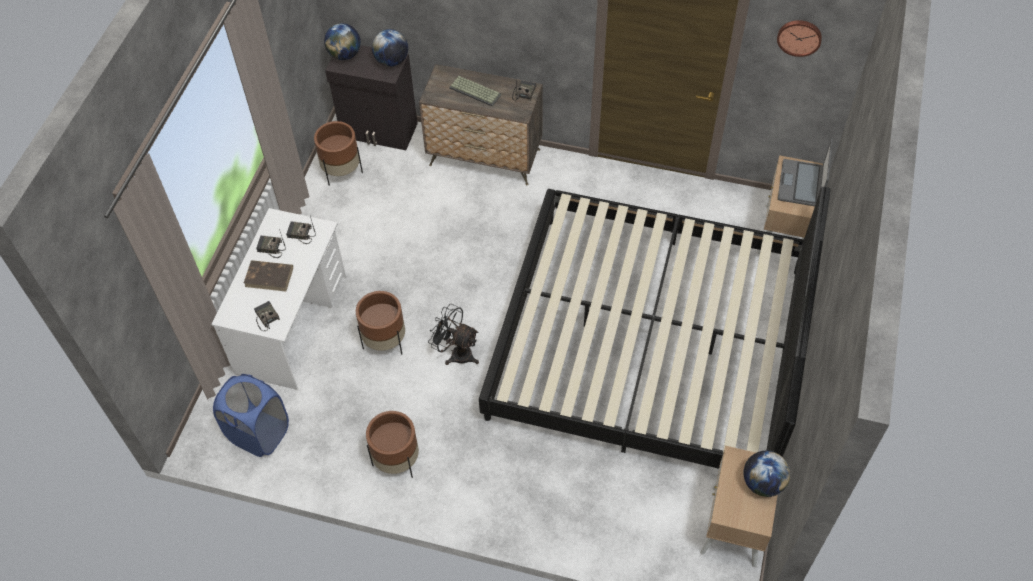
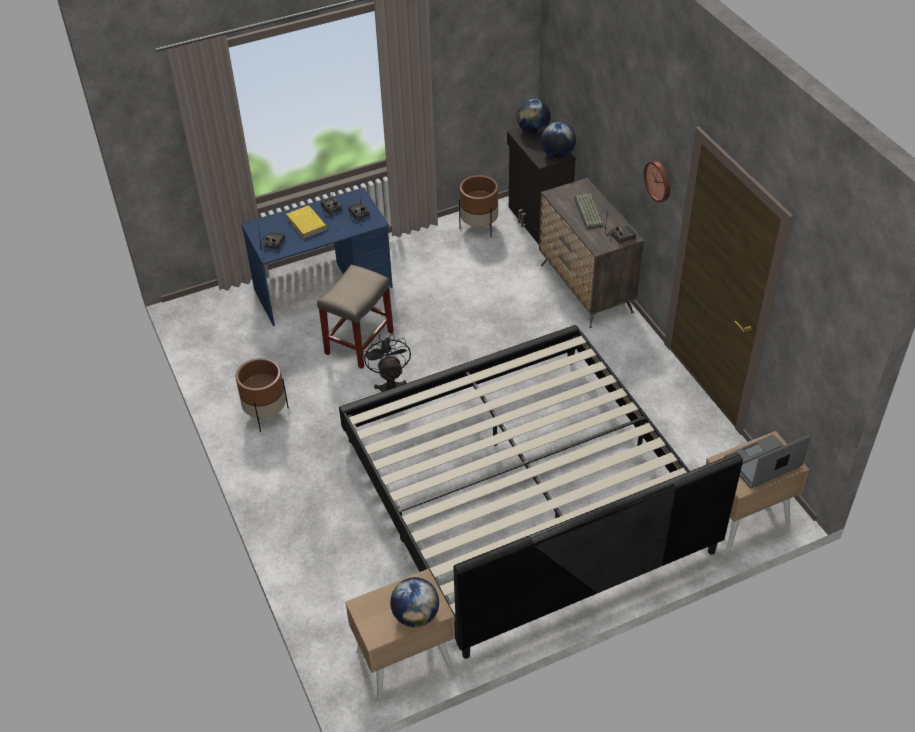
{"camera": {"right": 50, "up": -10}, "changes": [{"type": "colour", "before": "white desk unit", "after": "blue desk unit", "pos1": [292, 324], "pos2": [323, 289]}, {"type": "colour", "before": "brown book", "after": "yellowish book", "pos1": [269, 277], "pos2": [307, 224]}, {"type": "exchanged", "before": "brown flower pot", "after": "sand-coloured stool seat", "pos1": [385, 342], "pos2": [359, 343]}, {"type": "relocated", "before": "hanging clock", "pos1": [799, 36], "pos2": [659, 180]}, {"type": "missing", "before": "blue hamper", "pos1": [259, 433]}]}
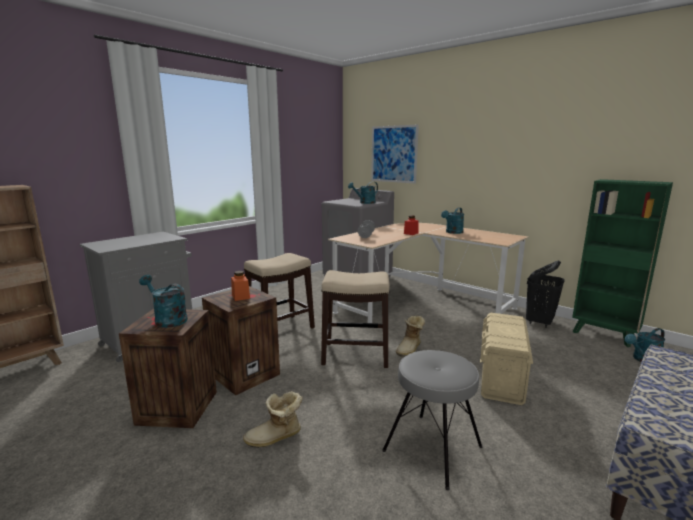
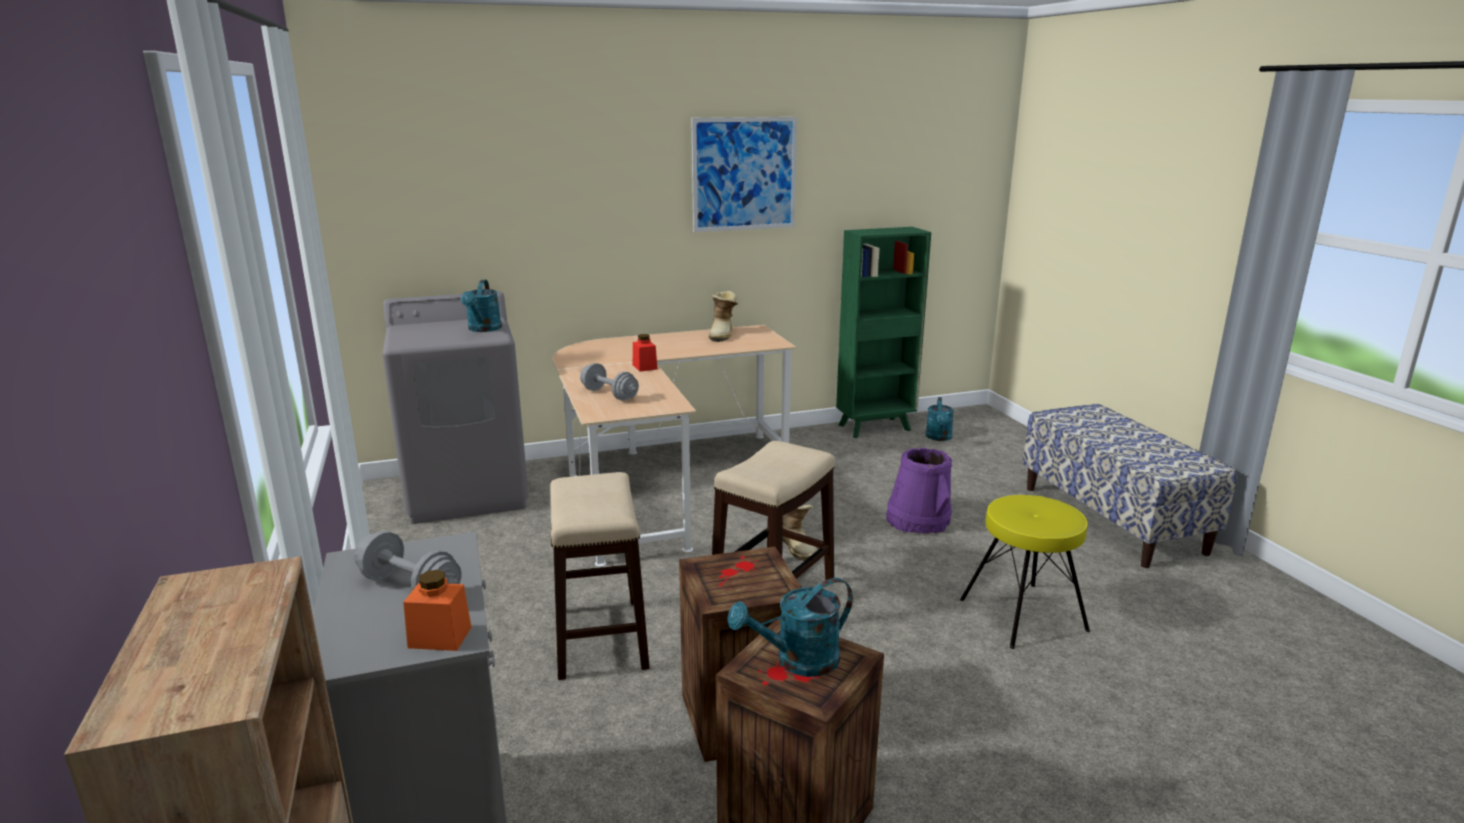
{"camera": {"right": -60, "up": 5}, "changes": [{"type": "appeared", "after": "grey free weight", "pos2": [410, 587]}, {"type": "relocated", "before": "orange jar", "pos1": [240, 296], "pos2": [440, 637]}, {"type": "relocated", "before": "picture", "pos1": [393, 154], "pos2": [744, 174]}, {"type": "relocated", "before": "boot", "pos1": [275, 438], "pos2": [723, 335]}, {"type": "exchanged", "before": "sand-coloured storage bin", "after": "purple-coloured water bucket", "pos1": [501, 378], "pos2": [918, 520]}, {"type": "colour", "before": "grey stool seat", "after": "yellowish stool seat", "pos1": [432, 449], "pos2": [1024, 615]}, {"type": "missing", "before": "turquoise-coloured sprinkling can", "pos1": [452, 232]}, {"type": "missing", "before": "black hamper", "pos1": [539, 322]}]}
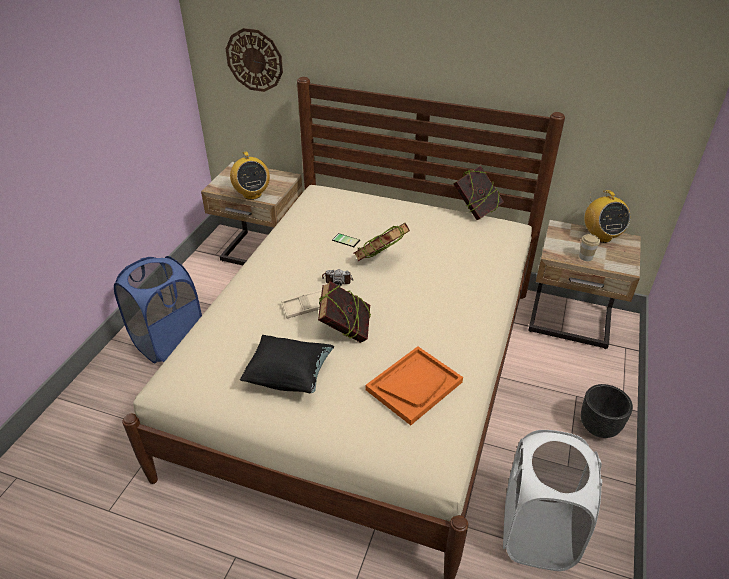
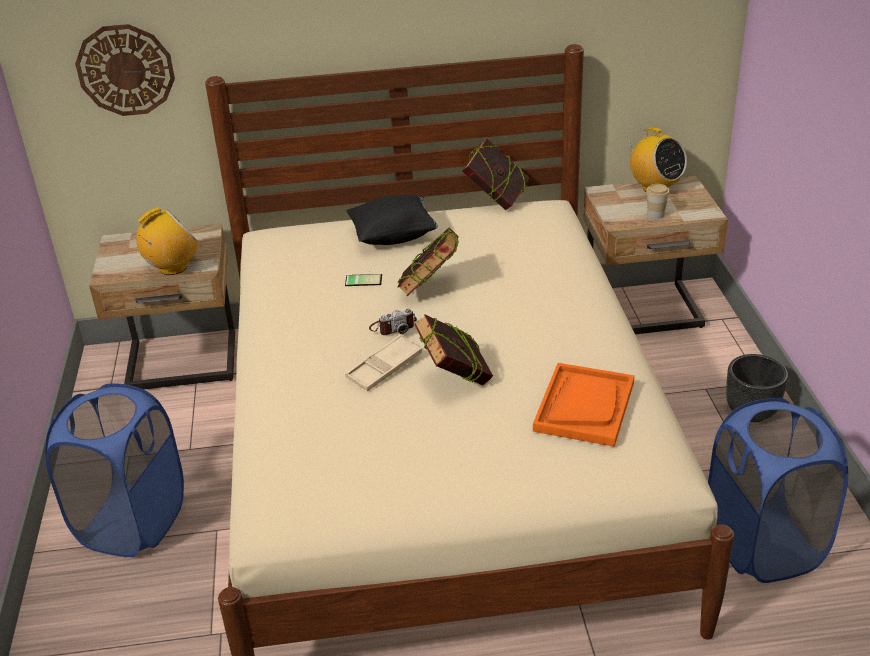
{"camera": {"right": -25, "up": -5}, "changes": [{"type": "spun", "before": "radio", "pos1": [252, 194], "pos2": [173, 267], "turn": -75}, {"type": "relocated", "before": "black pillow", "pos1": [289, 376], "pos2": [394, 237]}, {"type": "colour", "before": "white hamper", "after": "blue hamper", "pos1": [537, 533], "pos2": [763, 545]}]}
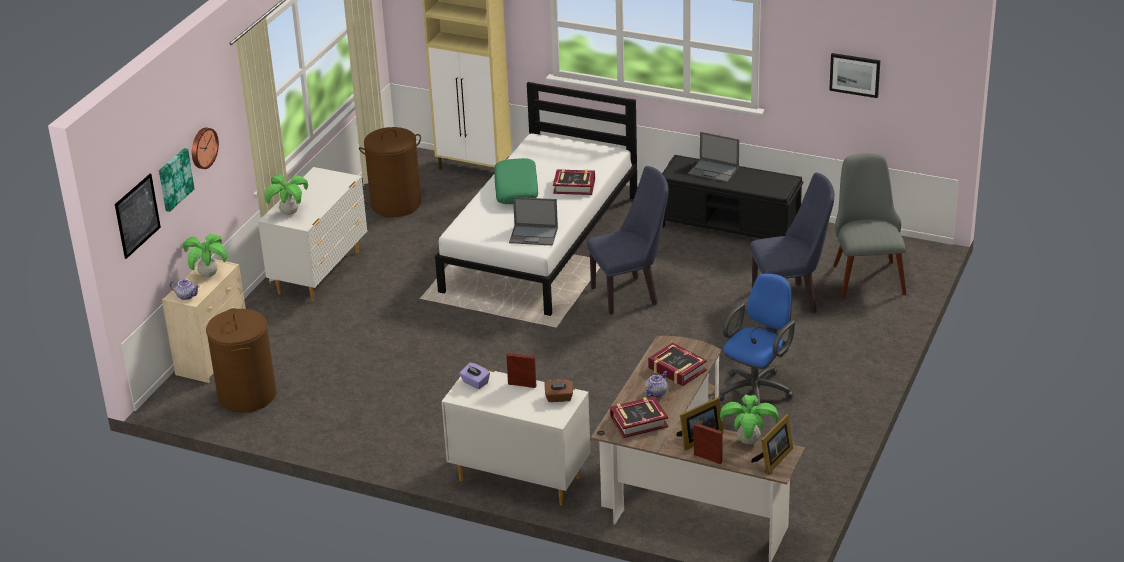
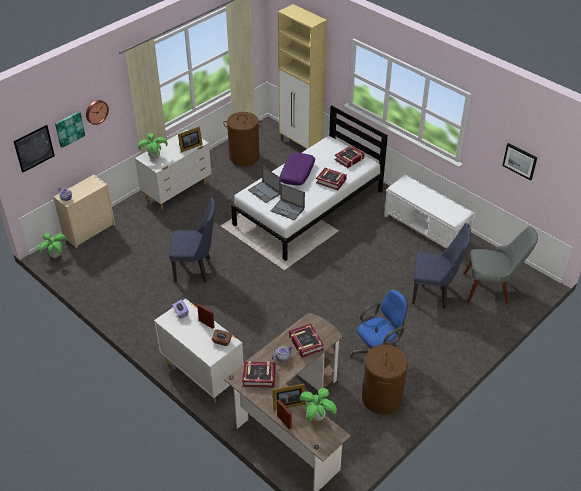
{"camera": {"right": 20, "up": 10}, "changes": [{"type": "relocated", "before": "plant in a pot", "pos1": [208, 275], "pos2": [55, 256]}, {"type": "relocated", "before": "blue plain chair", "pos1": [630, 294], "pos2": [196, 270]}, {"type": "relocated", "before": "picture frame", "pos1": [773, 460], "pos2": [189, 147]}, {"type": "relocated", "before": "notebook computer", "pos1": [714, 171], "pos2": [264, 192]}, {"type": "colour", "before": "greenish pillow", "after": "purple-coloured pillow", "pos1": [517, 189], "pos2": [297, 173]}, {"type": "appeared", "after": "book", "pos2": [349, 159]}, {"type": "relocated", "before": "brown hamper", "pos1": [247, 395], "pos2": [381, 398]}, {"type": "colour", "before": "black long seat", "after": "white long seat", "pos1": [730, 227], "pos2": [426, 229]}, {"type": "spun", "before": "grey plain chair", "pos1": [866, 273], "pos2": [492, 288], "turn": 75}]}
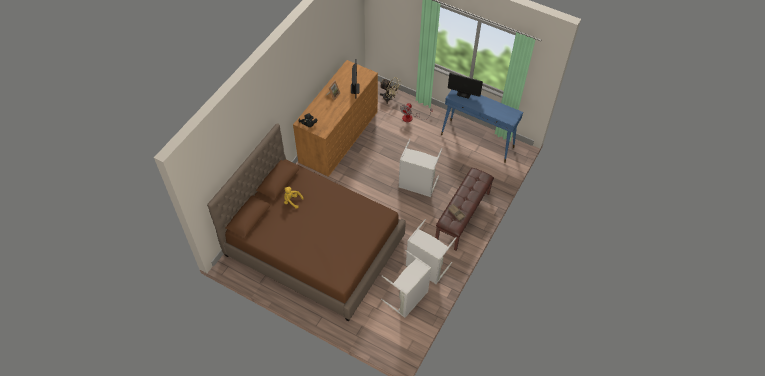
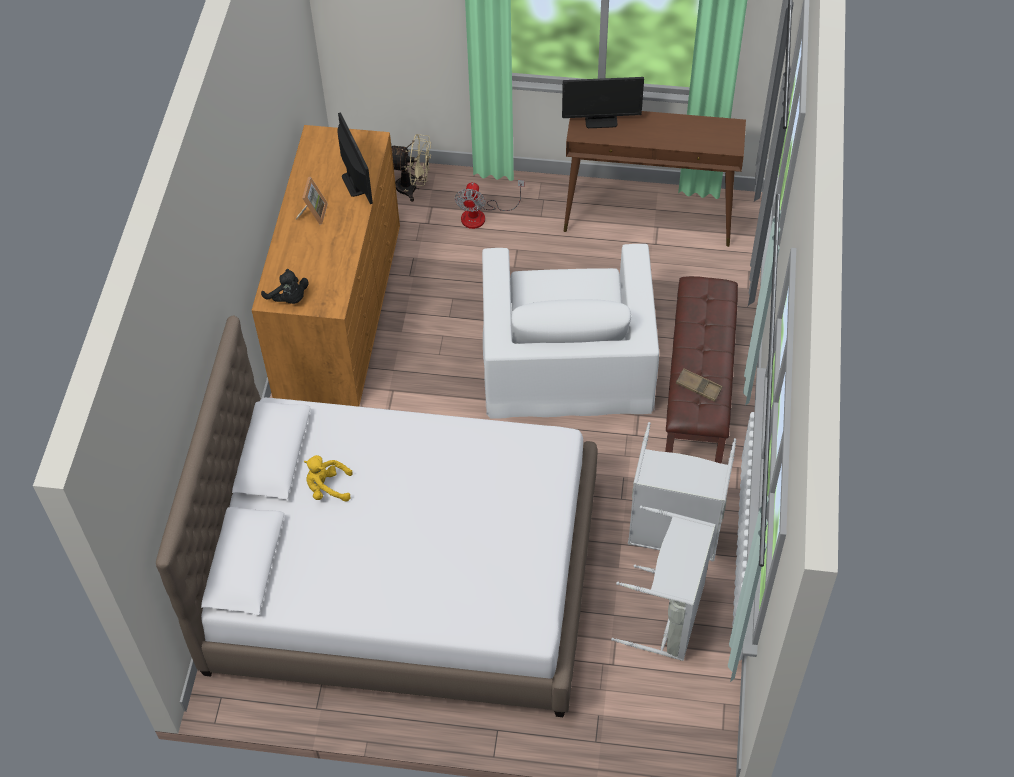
{"camera": {"right": -20, "up": 0}, "changes": [{"type": "colour", "before": "brown bedroom bed", "after": "white bedroom bed", "pos1": [315, 246], "pos2": [404, 575]}, {"type": "exchanged", "before": "grey hamper", "after": "white armchair", "pos1": [417, 185], "pos2": [566, 358]}, {"type": "colour", "before": "blue narrow table", "after": "brown narrow table", "pos1": [477, 141], "pos2": [649, 219]}]}
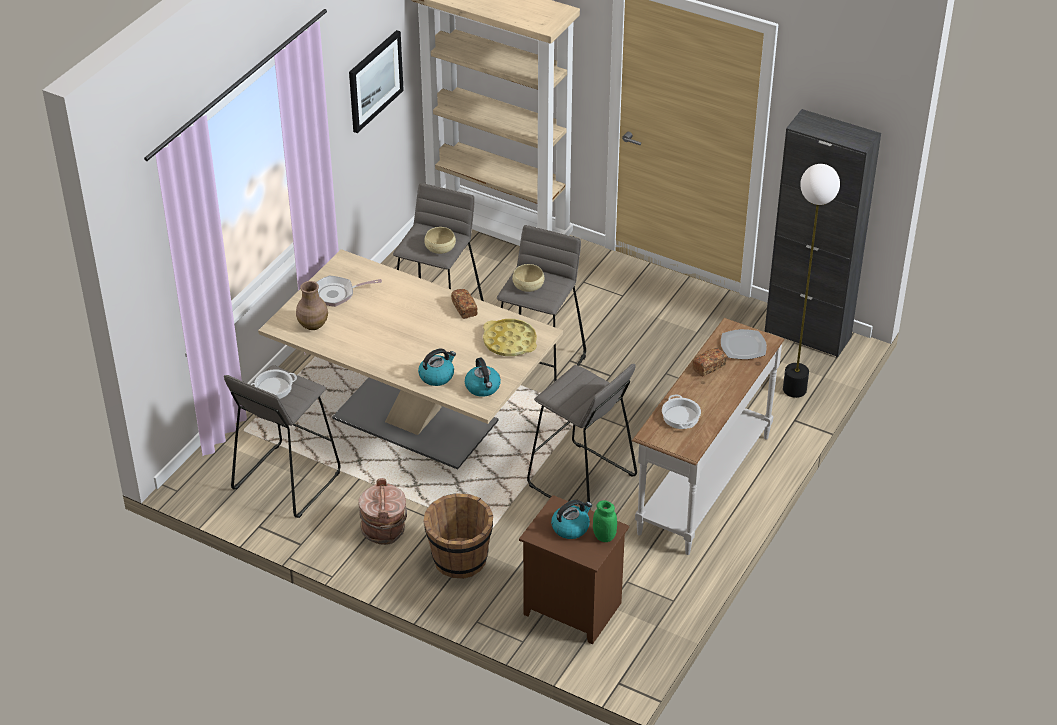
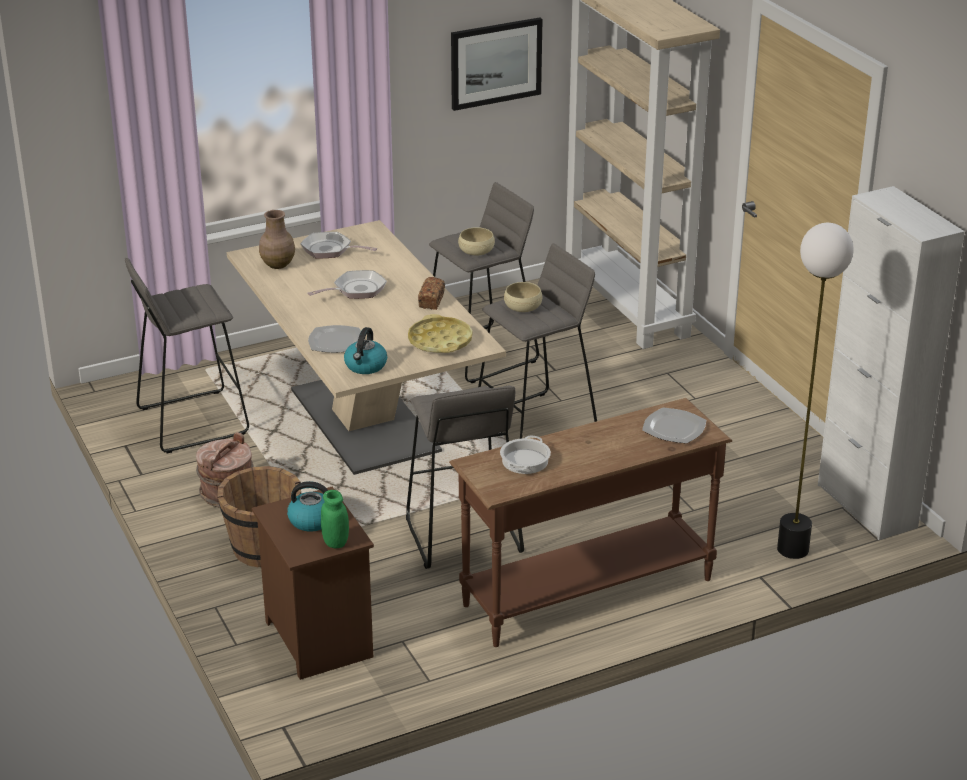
{"camera": {"right": 35, "up": -10}, "changes": [{"type": "appeared", "after": "pan", "pos2": [356, 290]}, {"type": "exchanged", "before": "water kettle", "after": "flat dish", "pos1": [437, 376], "pos2": [335, 341]}, {"type": "colour", "before": "white narrow table", "after": "brown narrow table", "pos1": [702, 484], "pos2": [586, 590]}, {"type": "colour", "before": "black cupboard", "after": "white cupboard", "pos1": [807, 334], "pos2": [866, 506]}, {"type": "missing", "before": "cooking pot", "pos1": [274, 387]}, {"type": "missing", "before": "bread", "pos1": [709, 367]}]}
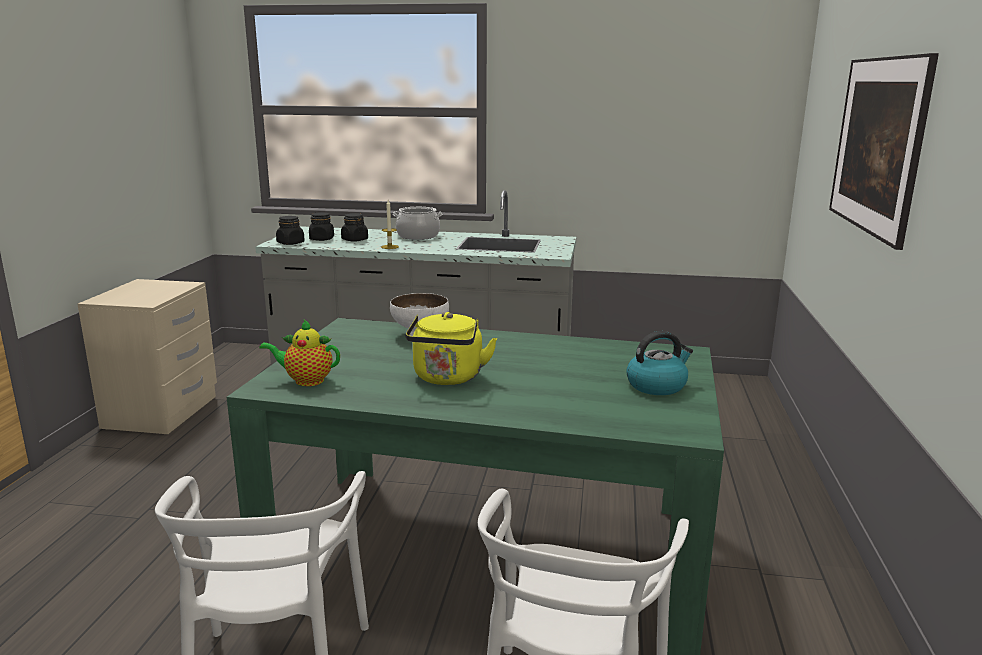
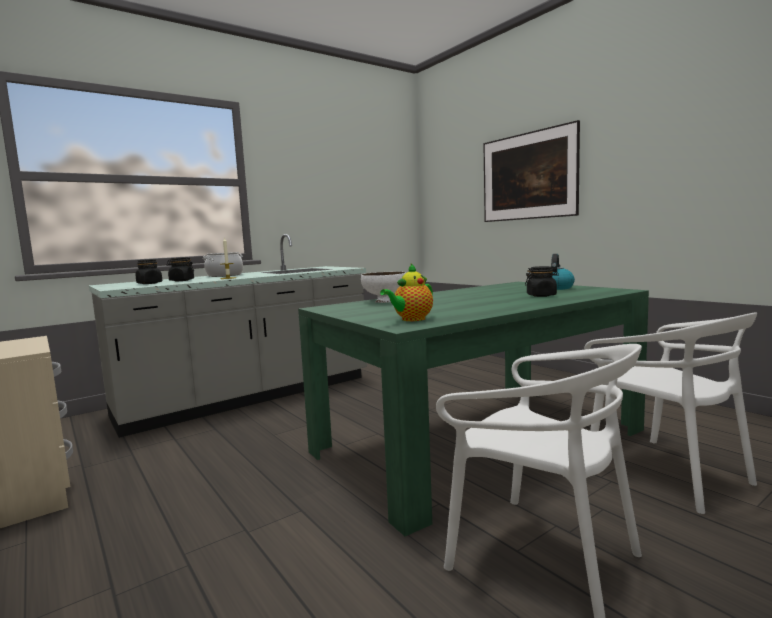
{"camera": {"right": -45, "up": -10}, "changes": [{"type": "relocated", "before": "black jar", "pos1": [291, 243], "pos2": [541, 295]}, {"type": "missing", "before": "yellowish water kettle", "pos1": [447, 378]}]}
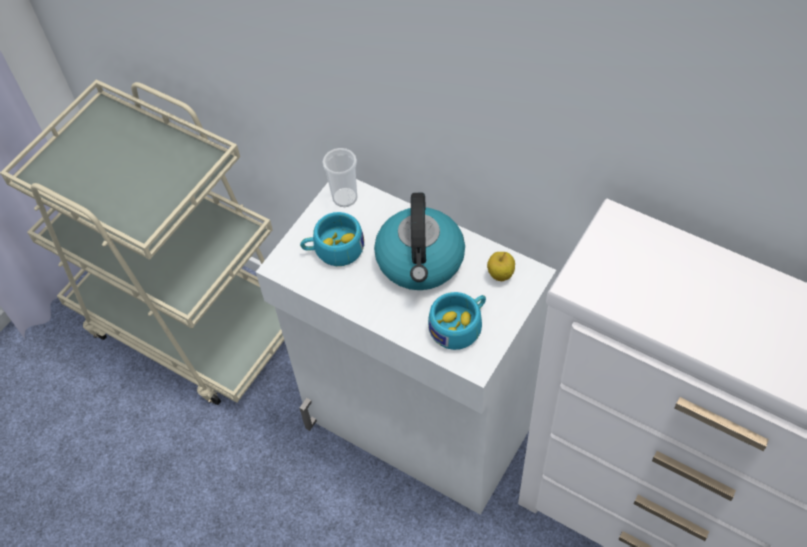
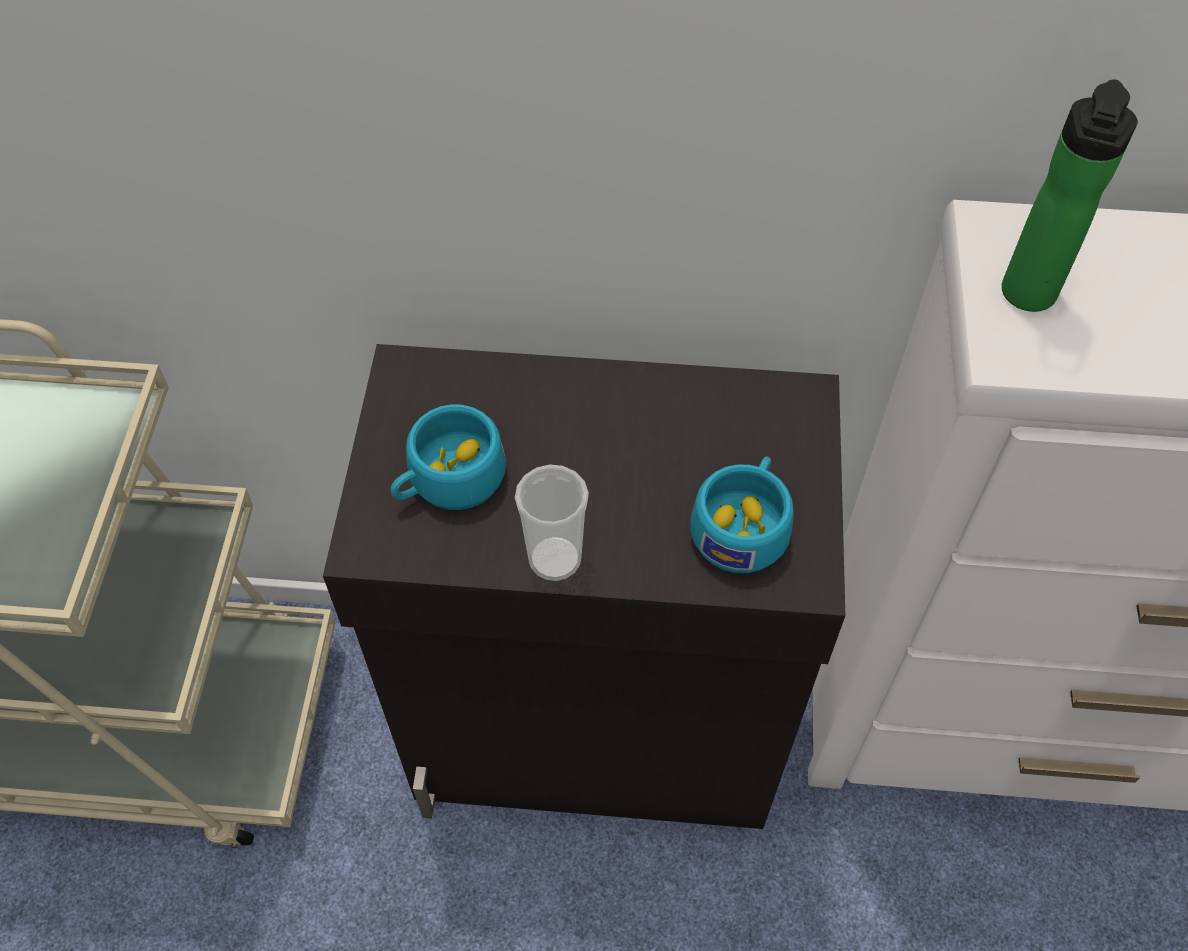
{"camera": {"right": -30, "up": 0}, "changes": [{"type": "colour", "before": "white cupboard", "after": "black cupboard", "pos1": [418, 425], "pos2": [597, 731]}, {"type": "relocated", "before": "cup", "pos1": [345, 197], "pos2": [555, 559]}, {"type": "appeared", "after": "beverage bottle", "pos2": [1026, 298]}, {"type": "missing", "before": "water kettle", "pos1": [420, 261]}, {"type": "missing", "before": "apple", "pos1": [500, 275]}]}
